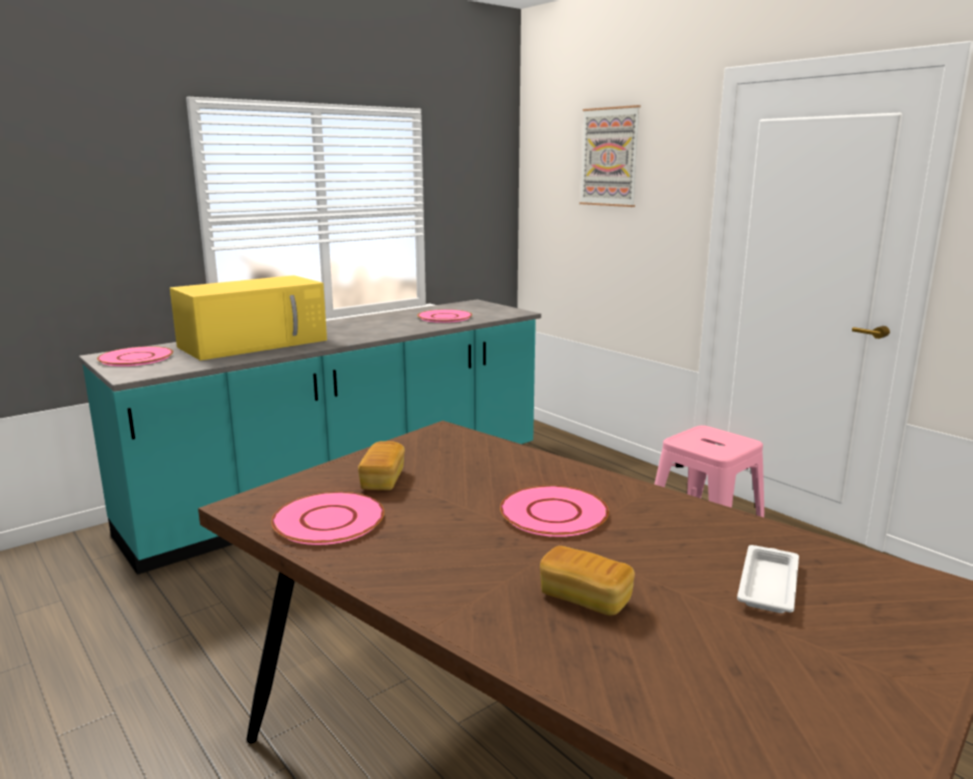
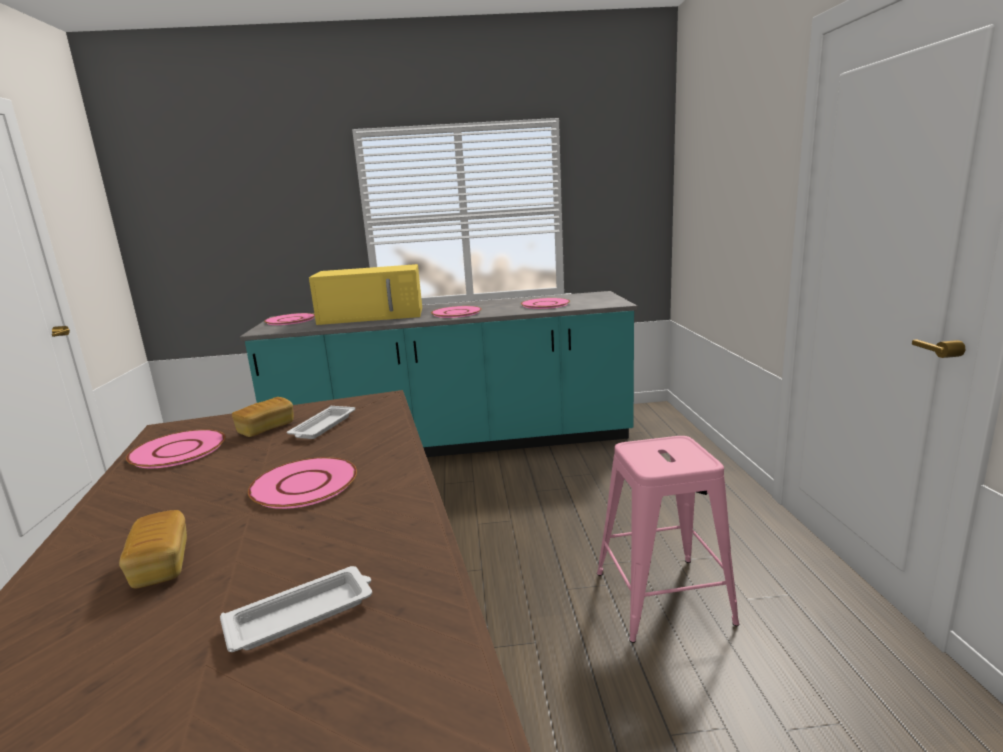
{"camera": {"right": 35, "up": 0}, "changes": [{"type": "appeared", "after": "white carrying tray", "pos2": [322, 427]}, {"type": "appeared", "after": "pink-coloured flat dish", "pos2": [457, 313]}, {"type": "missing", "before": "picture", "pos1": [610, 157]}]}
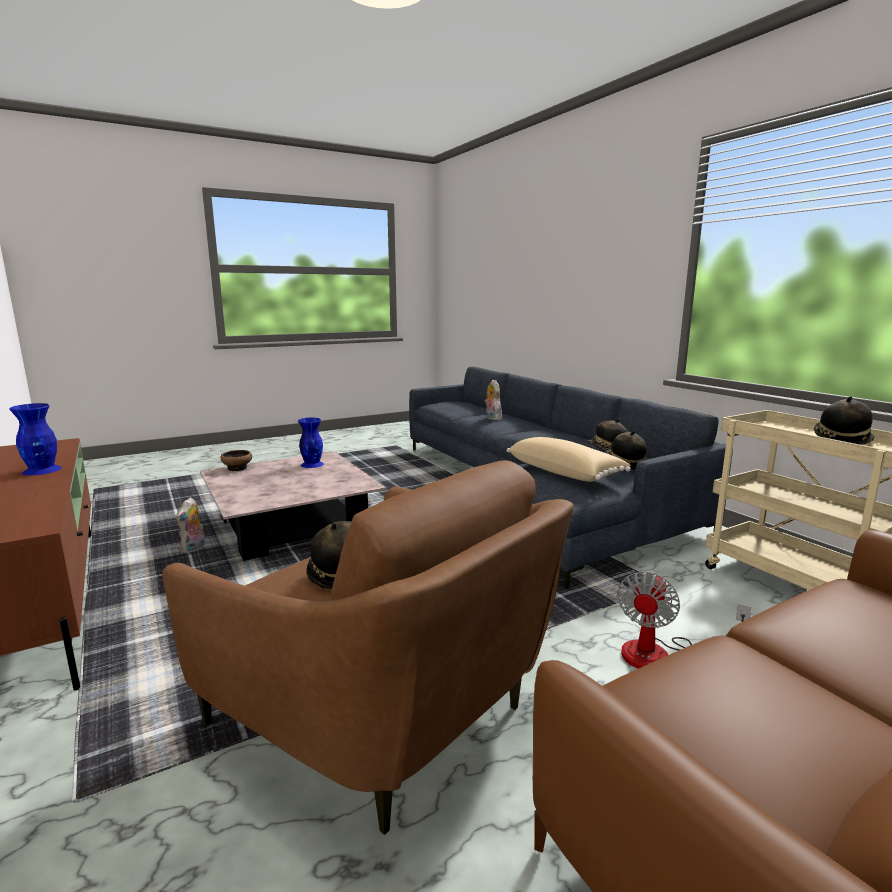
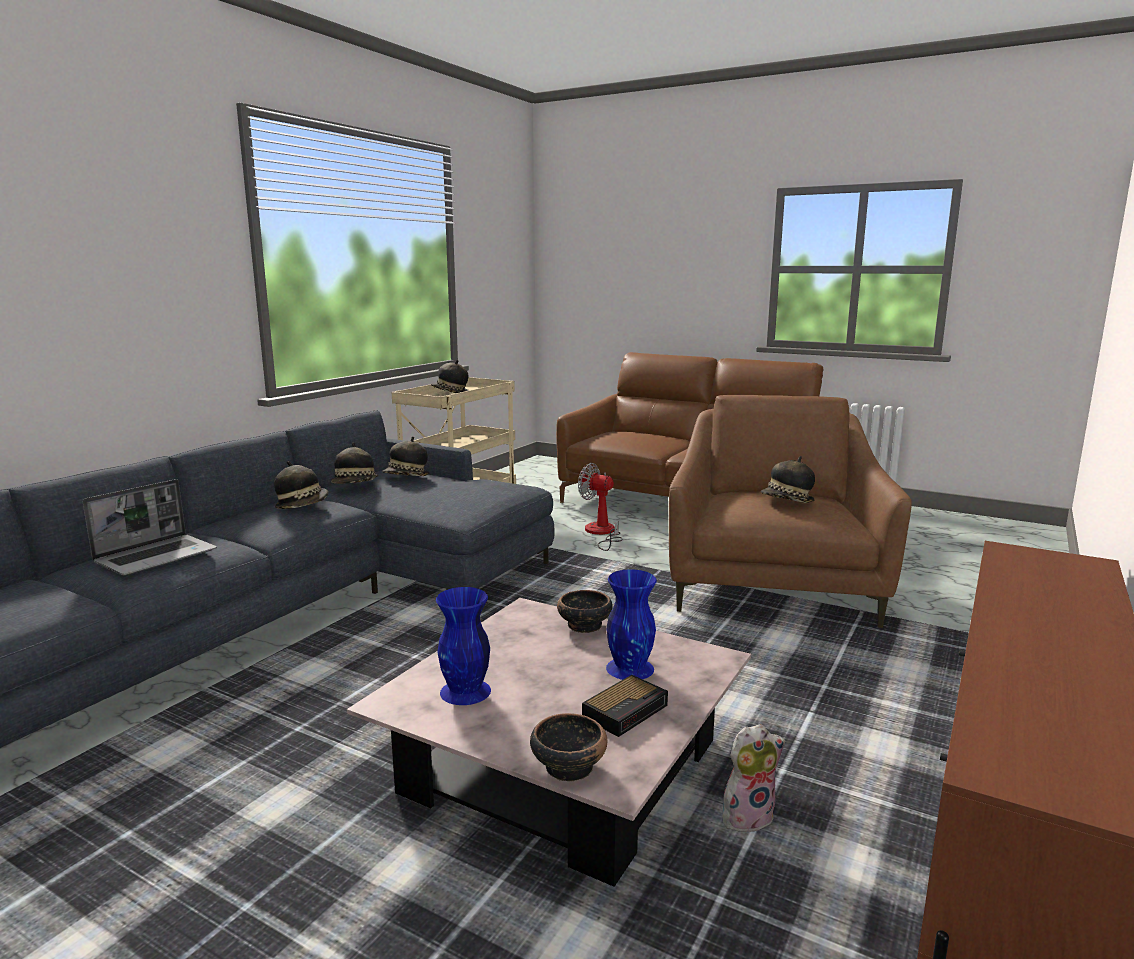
{"camera": {"right": -120, "up": 0}, "changes": [{"type": "exchanged", "before": "cuddly toy", "after": "notebook computer", "pos1": [492, 418], "pos2": [157, 556]}, {"type": "appeared", "after": "clothing hat", "pos2": [302, 506]}, {"type": "appeared", "after": "bowl", "pos2": [584, 625]}, {"type": "spun", "before": "cooling fan", "pos1": [661, 655], "pos2": [601, 533], "turn": -150}, {"type": "appeared", "after": "bedside clock", "pos2": [626, 710]}, {"type": "relocated", "before": "blue decorative vase", "pos1": [42, 470], "pos2": [630, 667]}, {"type": "missing", "before": "sand-coloured pillow", "pos1": [565, 472]}]}
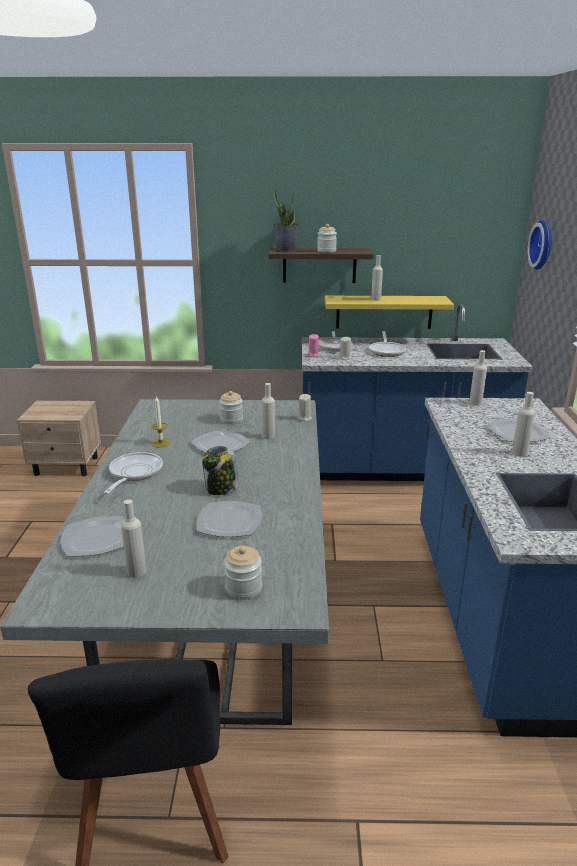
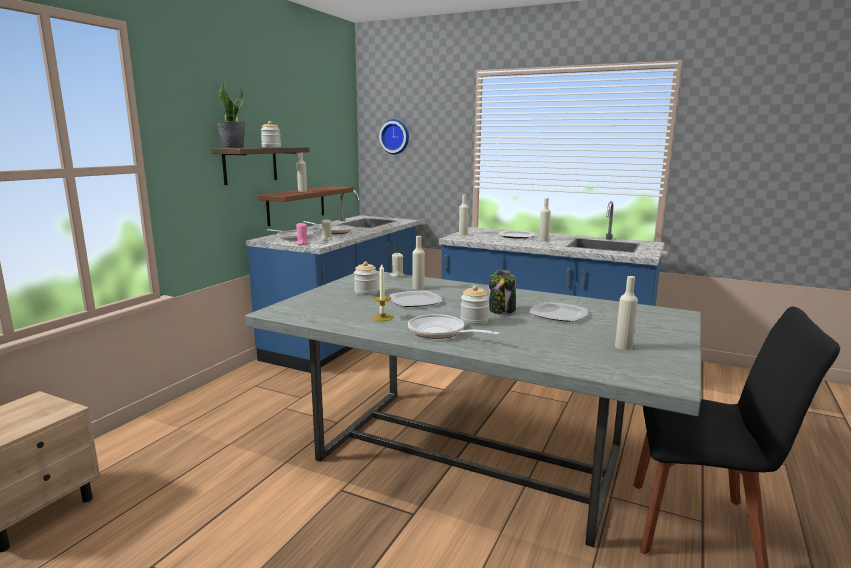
{"camera": {"right": -65, "up": -10}, "changes": [{"type": "colour", "before": "yellowish bracket shelf", "after": "brown bracket shelf", "pos1": [384, 312], "pos2": [296, 205]}, {"type": "relocated", "before": "jar", "pos1": [243, 588], "pos2": [474, 321]}, {"type": "missing", "before": "flat dish", "pos1": [96, 538]}]}
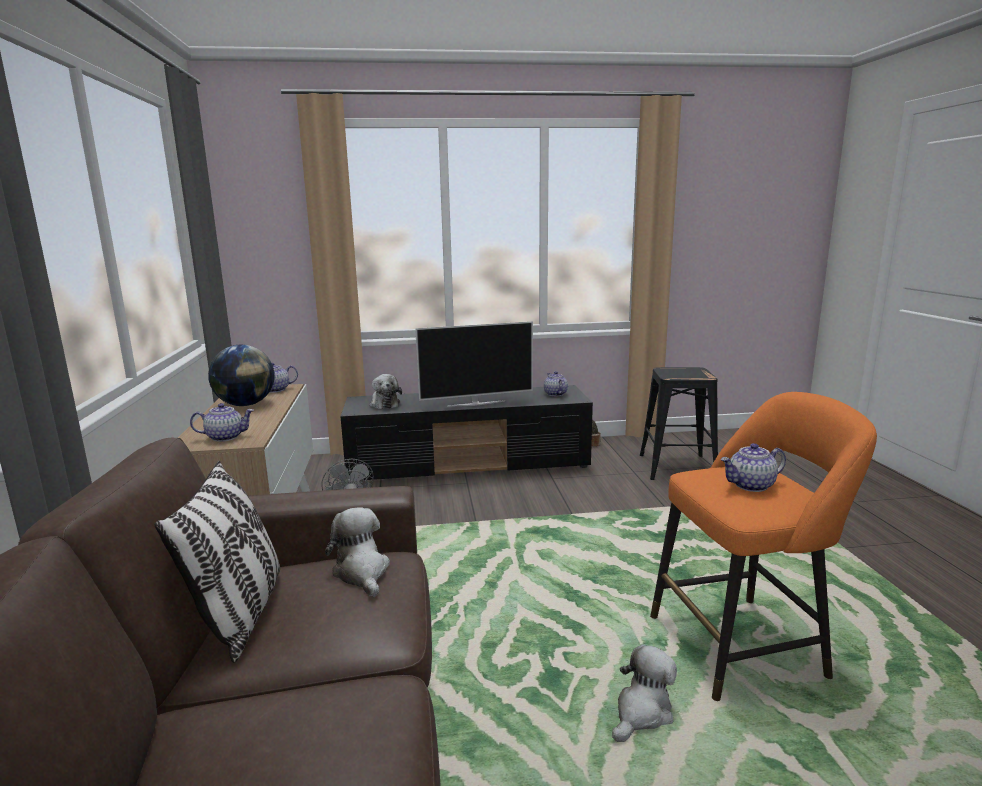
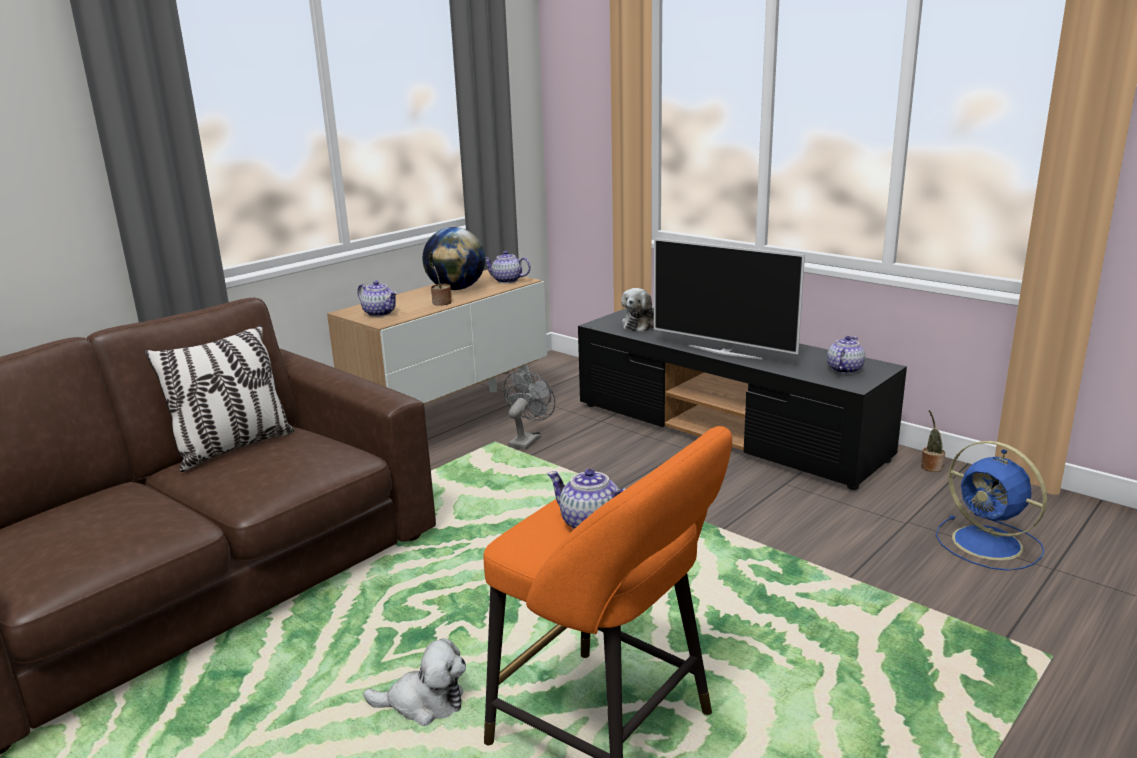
{"camera": {"right": 50, "up": 5}, "changes": [{"type": "appeared", "after": "plant in a pot", "pos2": [441, 303]}, {"type": "exchanged", "before": "black stool seat", "after": "blue cooling fan", "pos1": [677, 466], "pos2": [990, 544]}, {"type": "missing", "before": "cuddly toy", "pos1": [362, 572]}]}
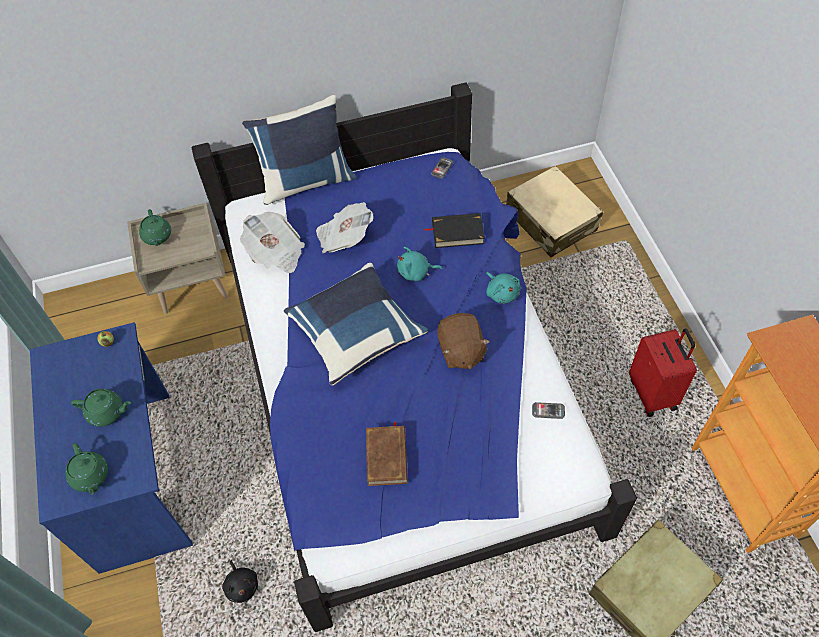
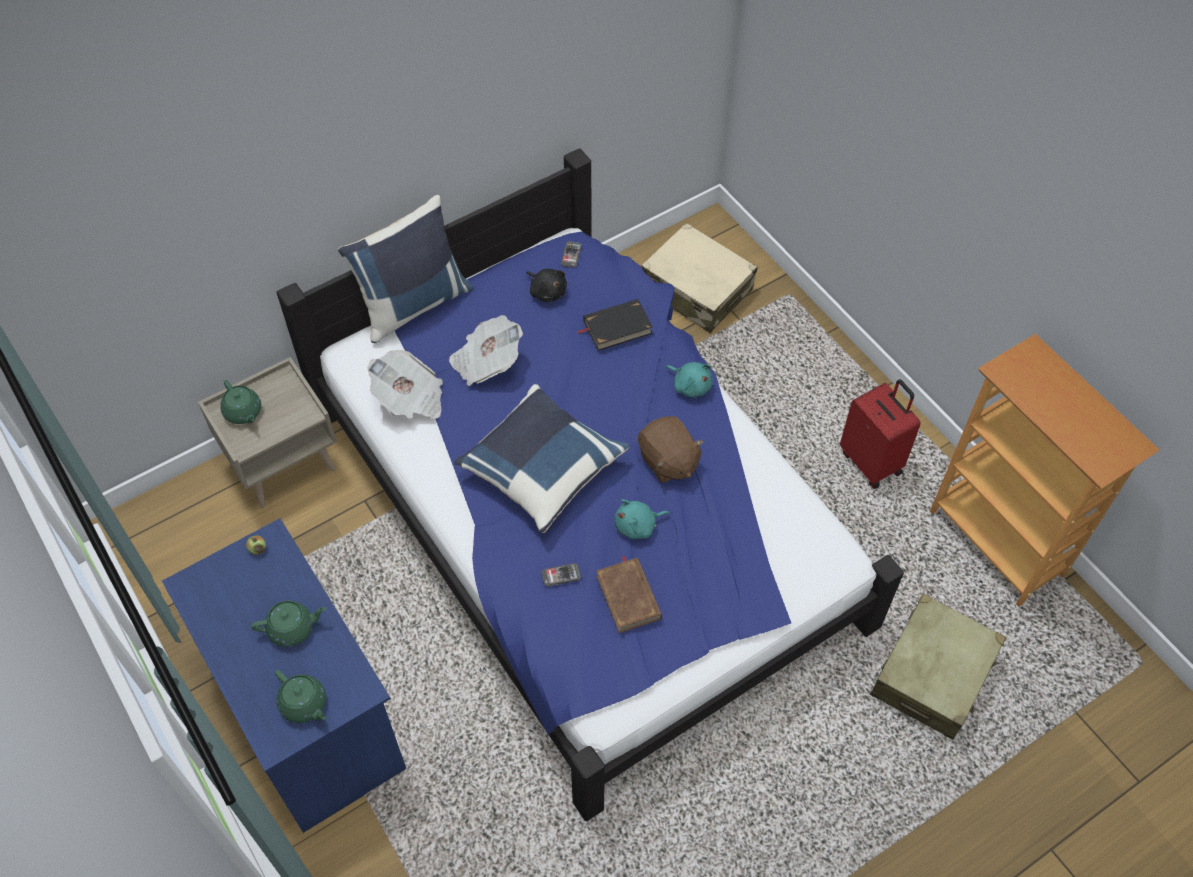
{"camera": {"right": -20, "up": 0}, "changes": [{"type": "relocated", "before": "black cuddly toy", "pos1": [242, 585], "pos2": [547, 291]}, {"type": "relocated", "before": "telephone", "pos1": [548, 411], "pos2": [561, 575]}, {"type": "relocated", "before": "turquoise-coloured cuddly toy", "pos1": [416, 272], "pos2": [638, 526]}]}
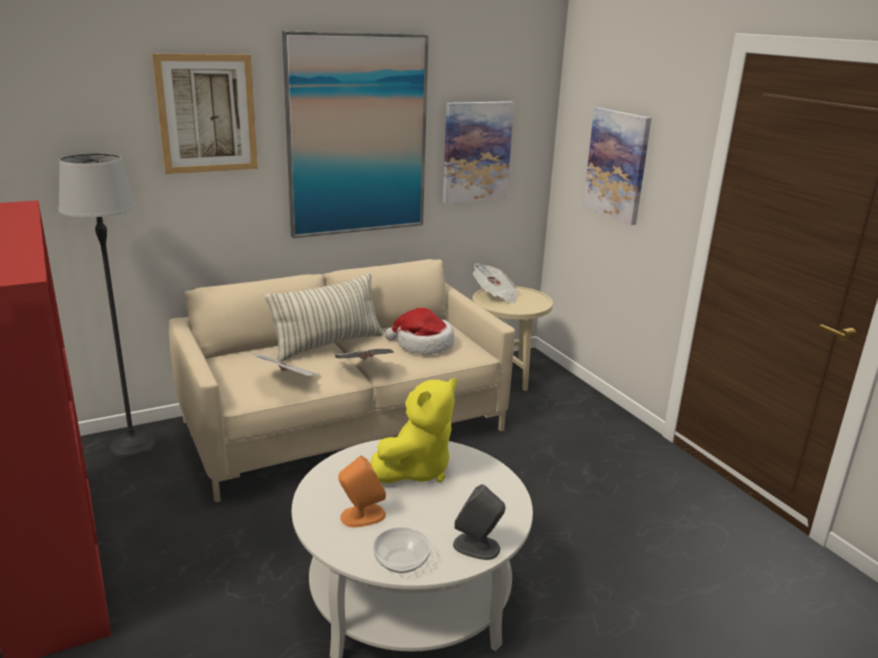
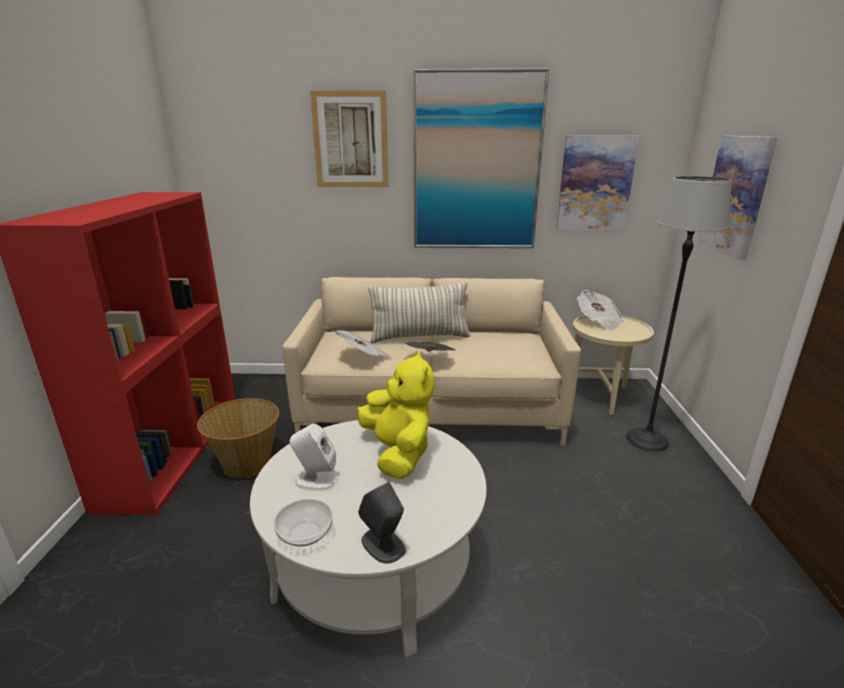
{"camera": {"right": 30, "up": 0}, "changes": [{"type": "appeared", "after": "storage basket", "pos2": [246, 463]}, {"type": "colour", "before": "orange audio speaker", "after": "white audio speaker", "pos1": [362, 516], "pos2": [316, 480]}, {"type": "spun", "before": "yellowish cuddly toy", "pos1": [416, 470], "pos2": [398, 453], "turn": -90}, {"type": "relocated", "before": "floor lamp", "pos1": [133, 445], "pos2": [647, 440]}, {"type": "missing", "before": "clothing hat", "pos1": [422, 344]}]}
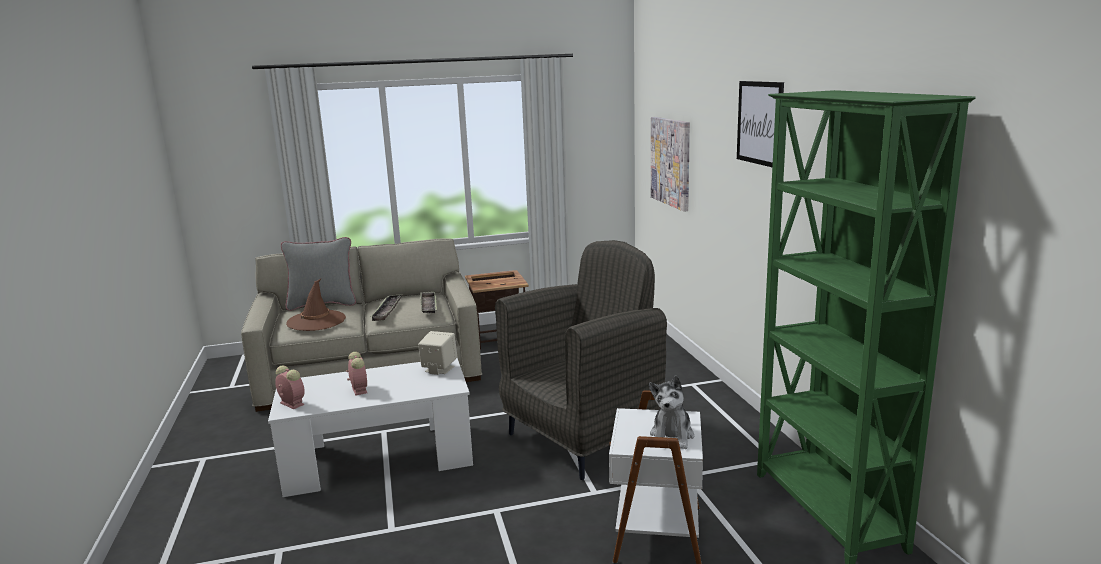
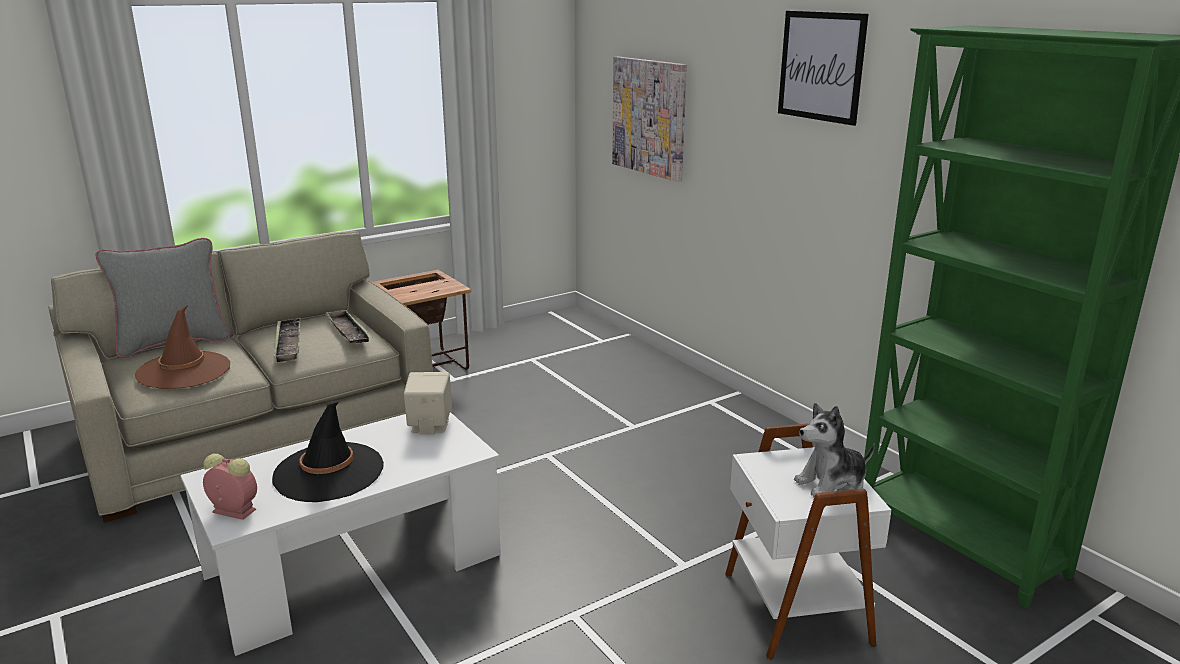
{"camera": {"right": -20, "up": 5}, "changes": [{"type": "exchanged", "before": "bedside clock", "after": "black clothing hat", "pos1": [359, 389], "pos2": [328, 472]}, {"type": "spun", "before": "cuddly toy", "pos1": [672, 436], "pos2": [832, 484], "turn": 75}, {"type": "missing", "before": "grey armchair", "pos1": [584, 437]}]}
